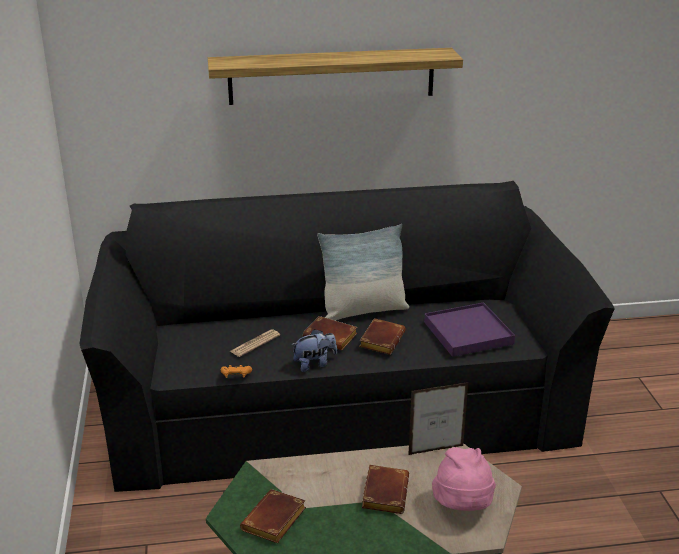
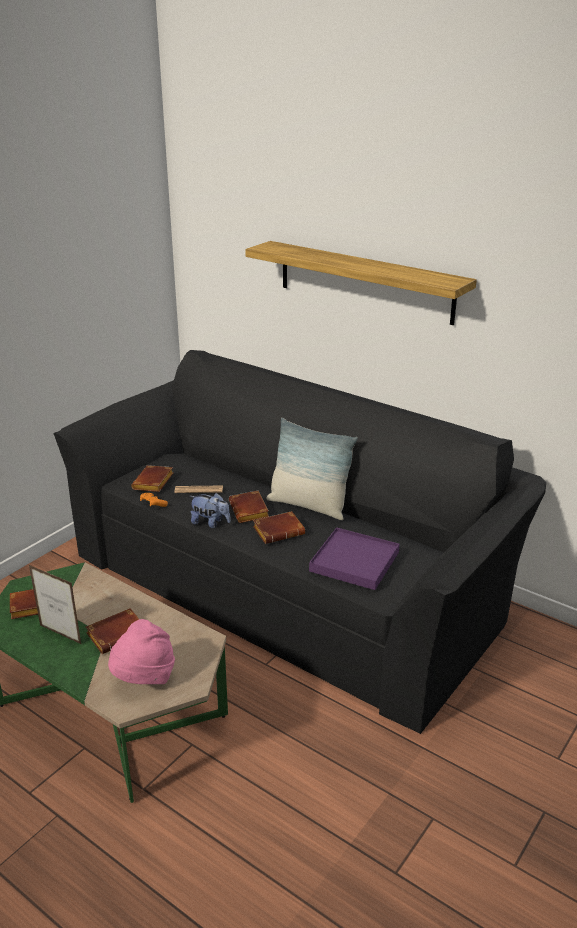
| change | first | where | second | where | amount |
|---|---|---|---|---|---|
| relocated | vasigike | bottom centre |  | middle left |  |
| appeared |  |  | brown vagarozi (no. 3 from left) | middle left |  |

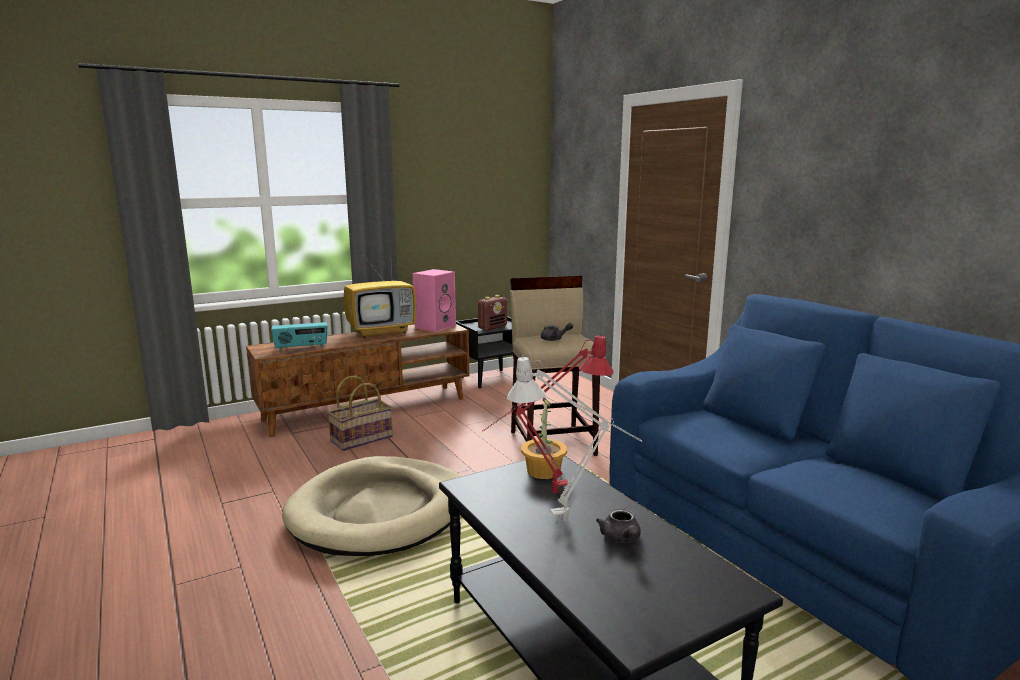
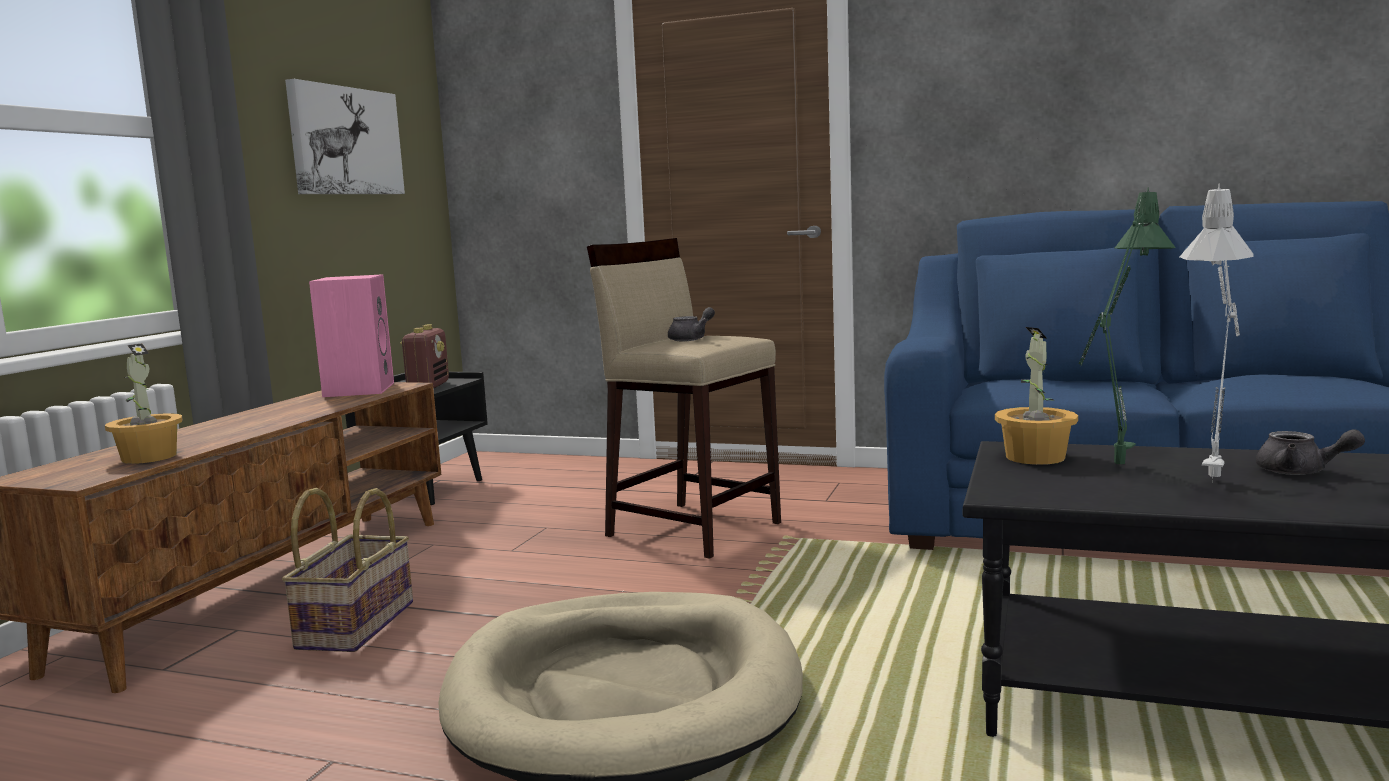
| change | first | where | second | where | amount |
|---|---|---|---|---|---|
| missing | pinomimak | centre |  |  |  |
| exchanged | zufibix (no. 1 from left) | middle left | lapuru (no. 1 from left) | middle left |  |
| colour | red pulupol | centre | green pulupol | middle right |  |
| appeared |  |  | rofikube | top left |  |

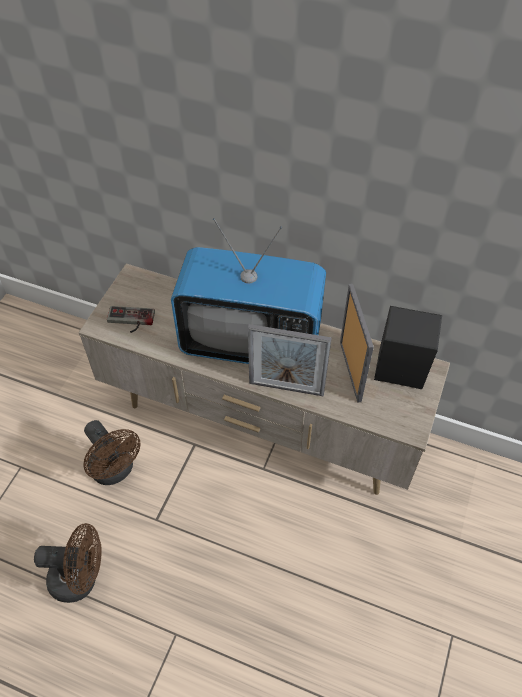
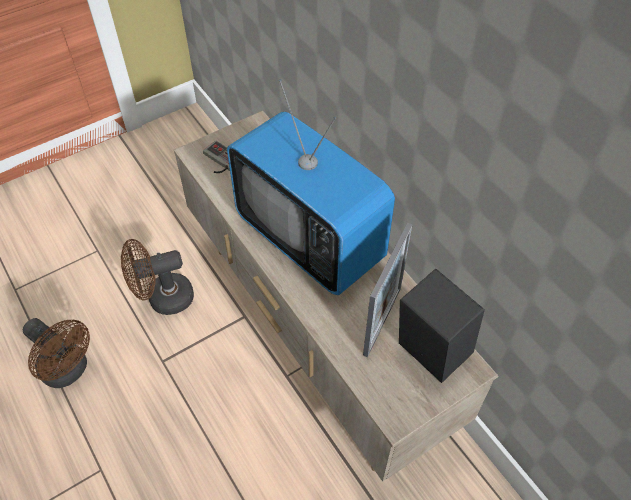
| change | first | where | second | where | amount |
|---|---|---|---|---|---|
| missing | vasigike (no. 1 from left) | centre |  |  |  |
| spun | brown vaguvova (no. 2 from left) | middle left |  | middle left | 75 degrees clockwise |

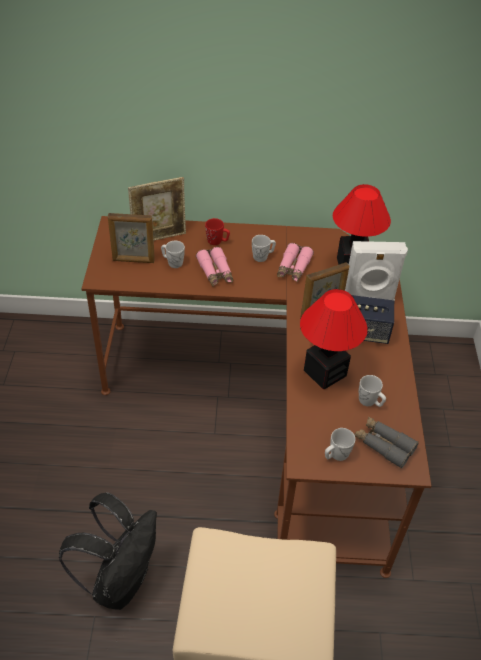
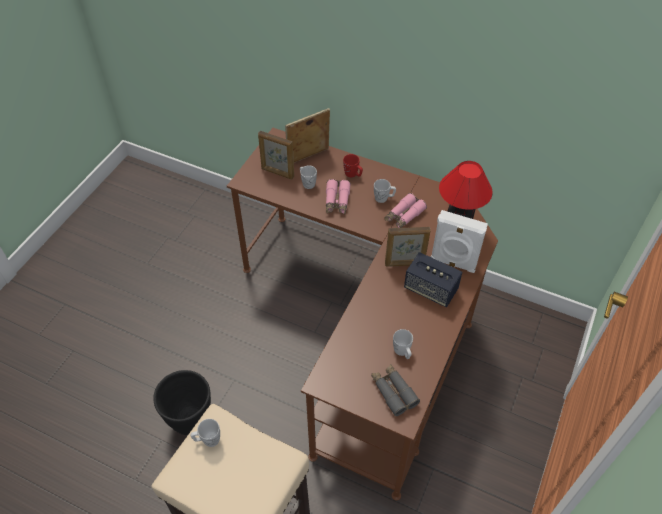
| change | first | where | second | where | amount |
|---|---|---|---|---|---|
| spun | vasigike (no. 2 from left) | top left |  | top centre | 150 degrees clockwise |
| missing | pulupol (no. 1 from left) | middle right |  |  |  |
| relocated | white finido (no. 3 from left in the first image) | bottom right | white finido (no. 1 from left) | bottom left |  |
| exchanged | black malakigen | bottom left | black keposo | bottom left |  |

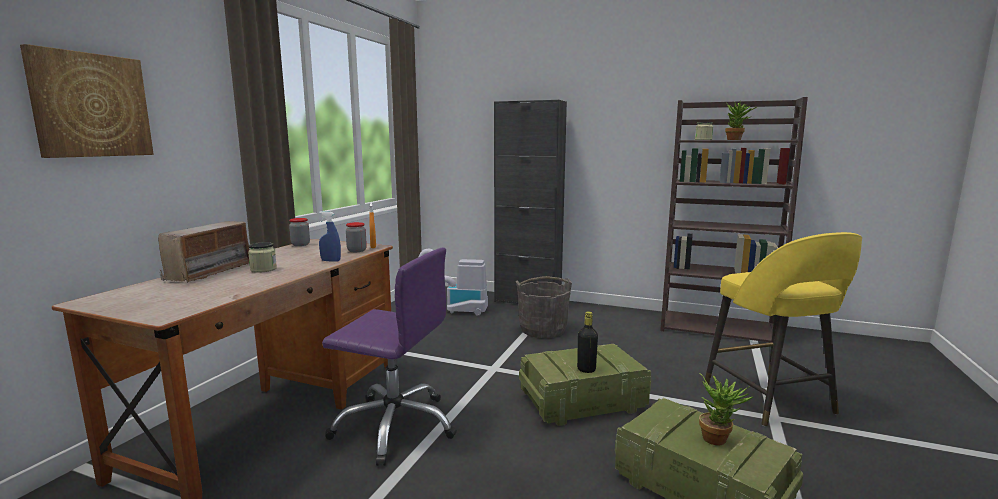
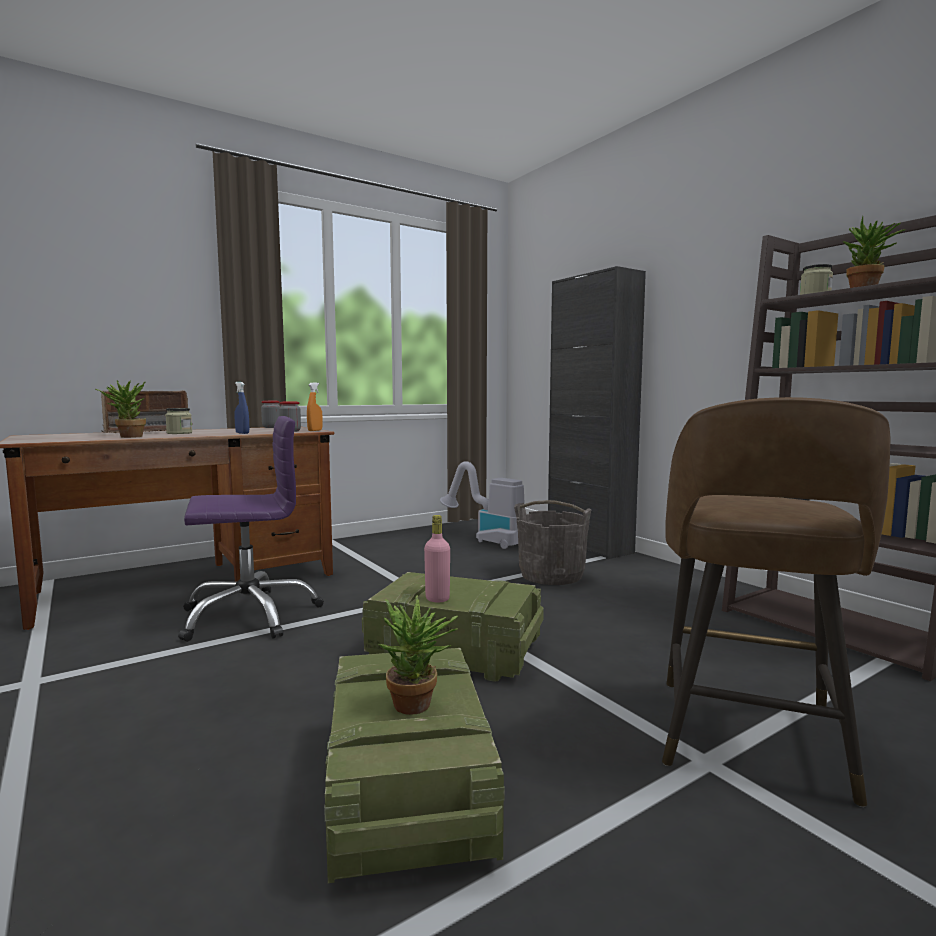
| change | first | where | second | where | amount |
|---|---|---|---|---|---|
| missing | rofikube | top left |  |  |  |
| colour | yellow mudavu | middle right | brown mudavu | middle right |  |
| spun | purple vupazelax | bottom centre |  | middle left | 75 degrees counterclockwise |
| colour | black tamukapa | bottom centre | pink tamukapa | centre |  |
| appeared |  |  | lapuru (no. 1 from left) | middle left |  |

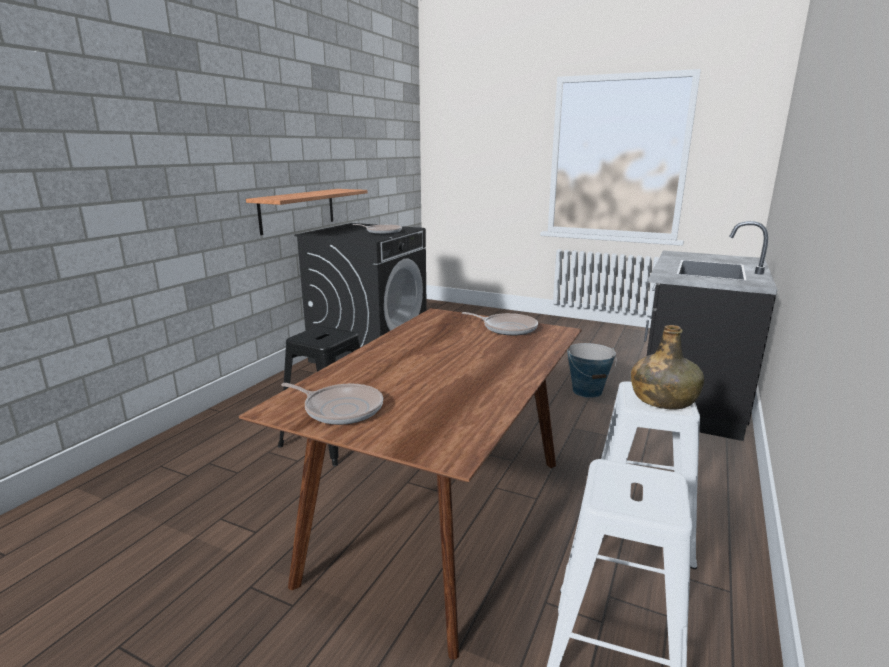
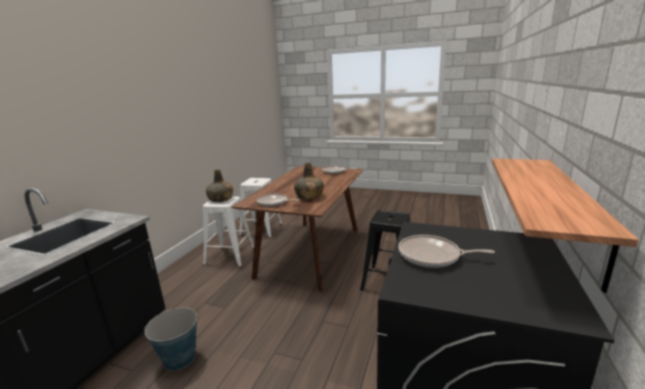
| change | first | where | second | where | amount |
|---|---|---|---|---|---|
| appeared |  |  | green tamukapa (no. 2 from left) | centre |  |

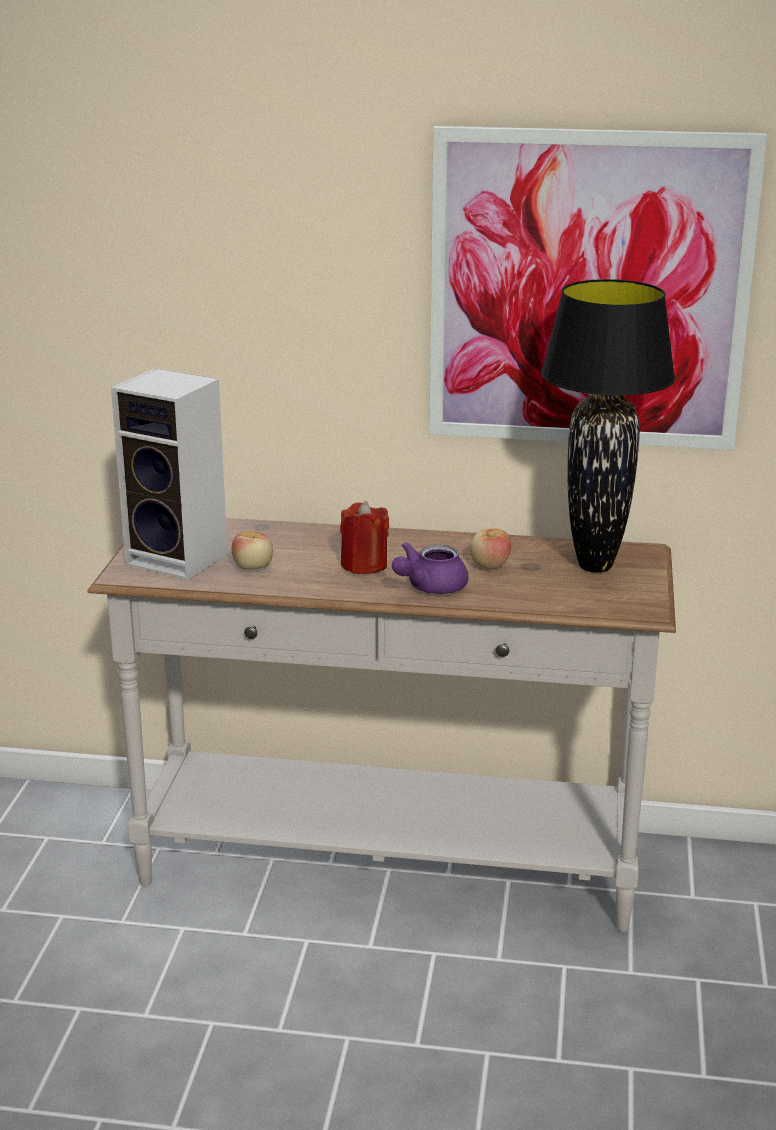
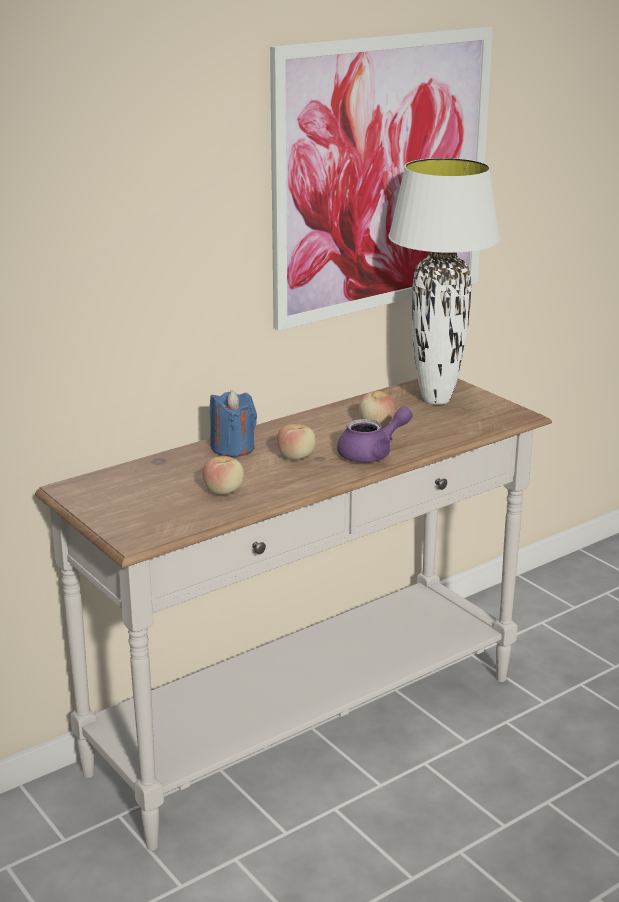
| change | first | where | second | where | amount |
|---|---|---|---|---|---|
| colour | black pulupol | middle right | white pulupol | top right |  |
| missing | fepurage | middle left |  |  |  |
| exchanged | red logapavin | centre | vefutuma (no. 2 from left) | centre |  |
| spun | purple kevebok | centre |  | centre | 120 degrees counterclockwise |
| appeared |  |  | blue logapavin | centre |  |

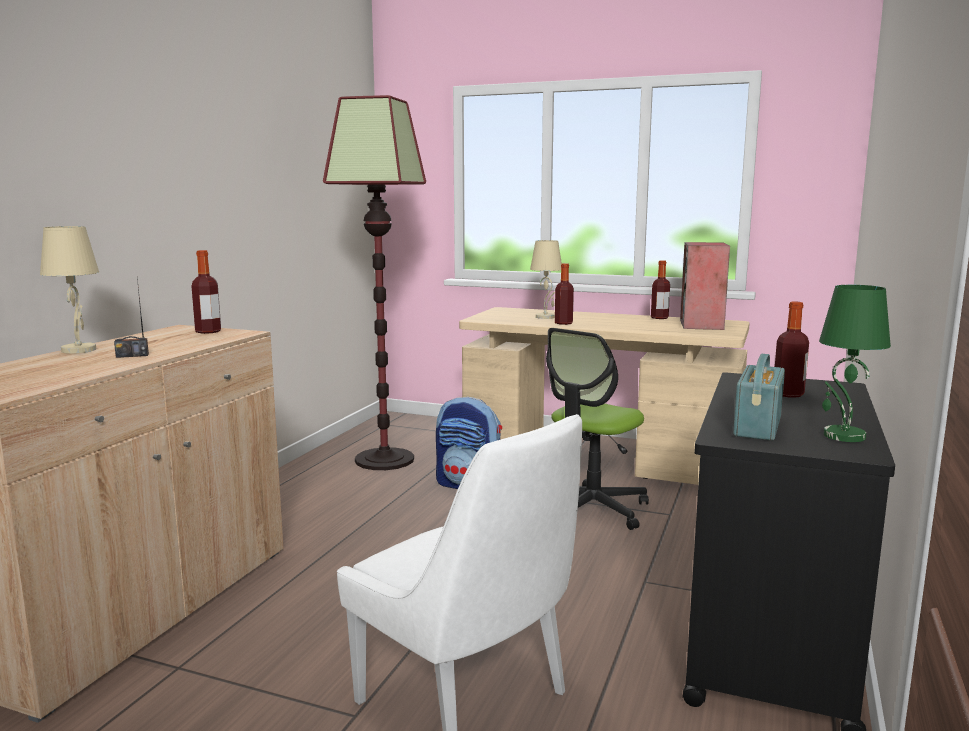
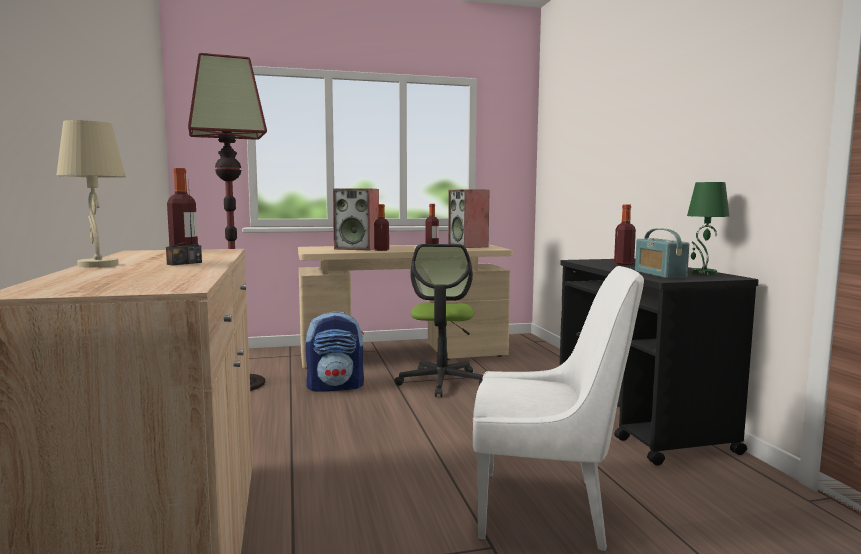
| change | first | where | second | where | amount |
|---|---|---|---|---|---|
| exchanged | beige pulupol (no. 2 from left) | centre | fepurage (no. 1 from left) | centre |  |

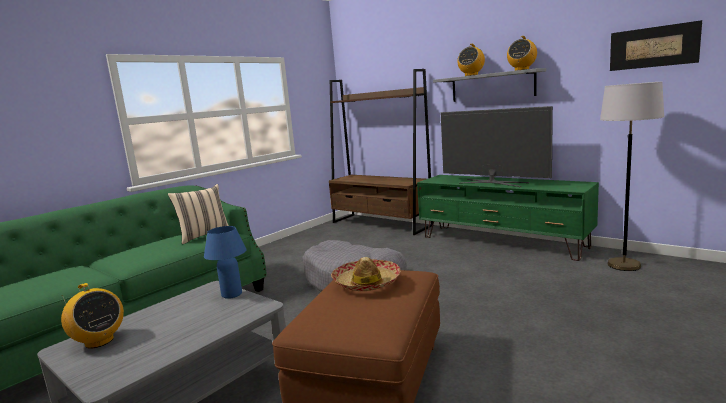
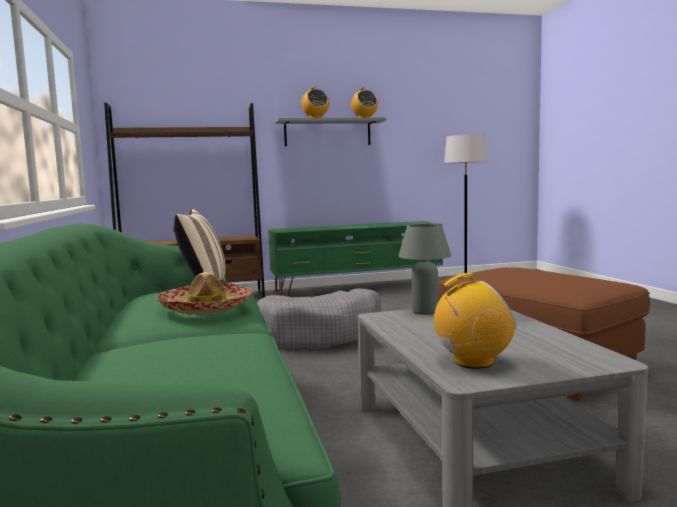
| change | first | where | second | where | amount |
|---|---|---|---|---|---|
| missing | rofikube | top right |  |  |  |
| missing | pinomimak | middle right |  |  |  |
| colour | blue pulupol | middle left | grey pulupol | centre |  |
| relocated | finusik | bottom centre |  | middle left |  |

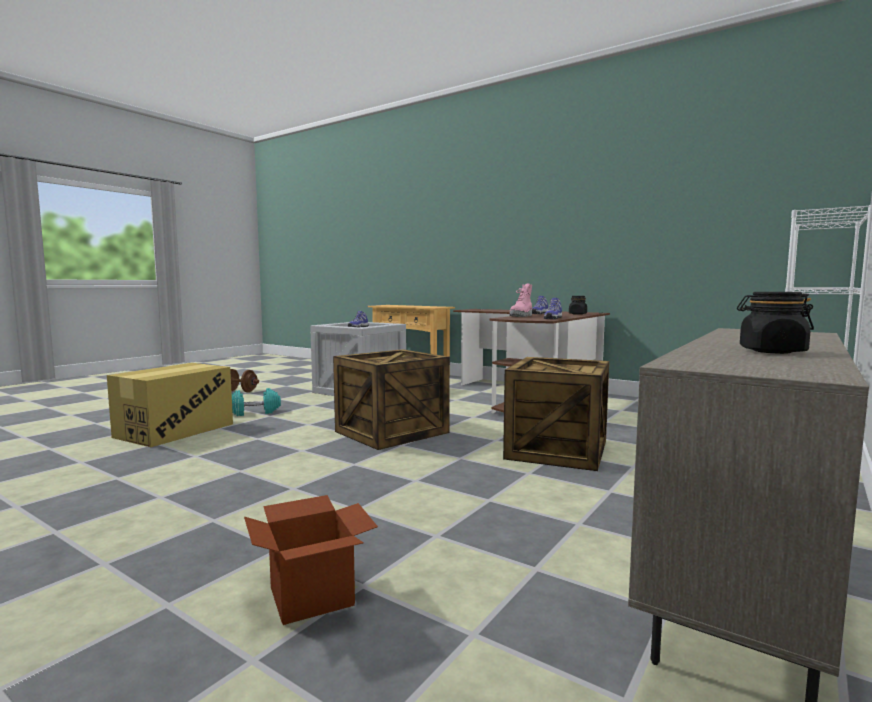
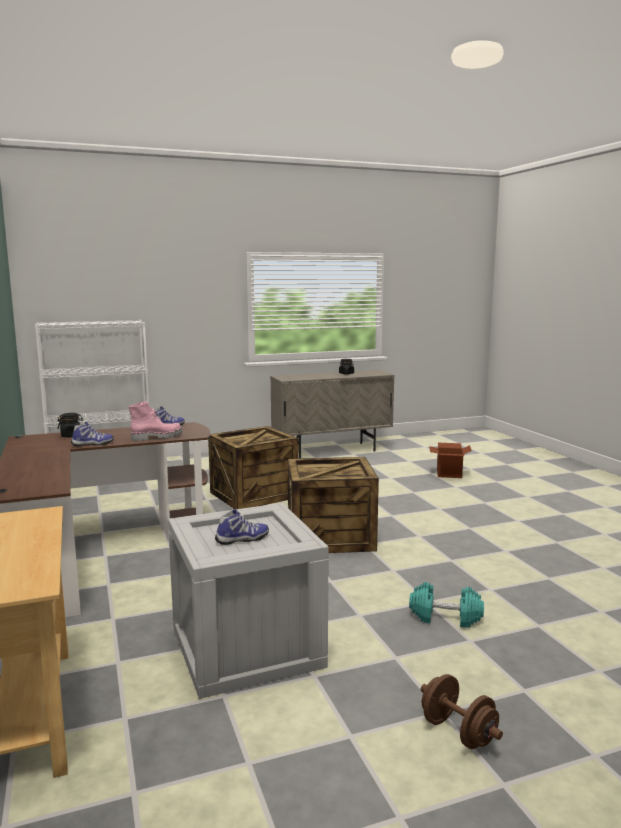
| change | first | where | second | where | amount |
|---|---|---|---|---|---|
| missing | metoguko (no. 1 from left) | middle left |  |  |  |

